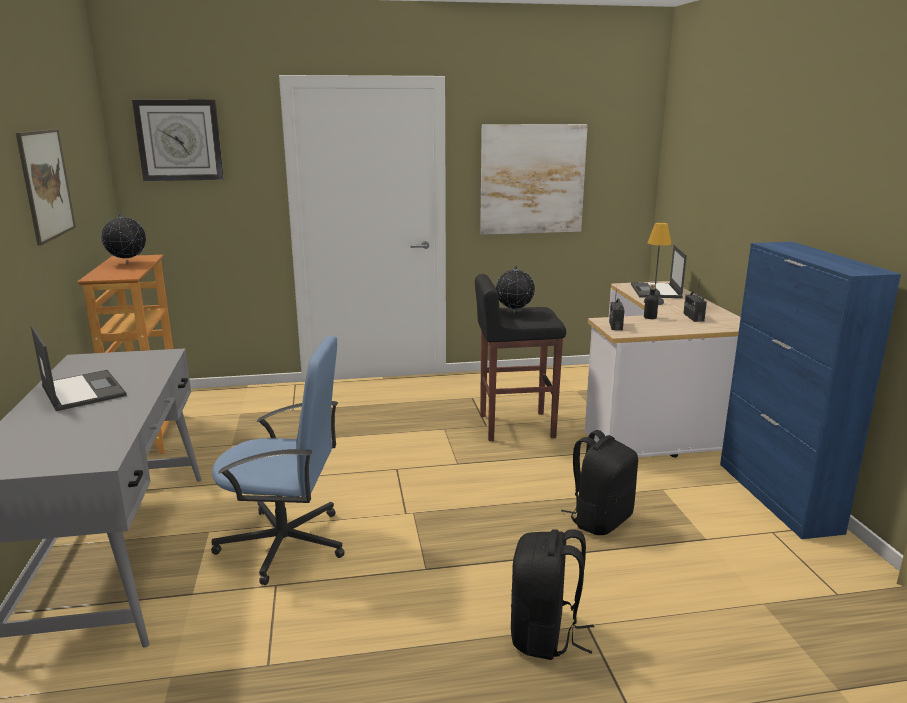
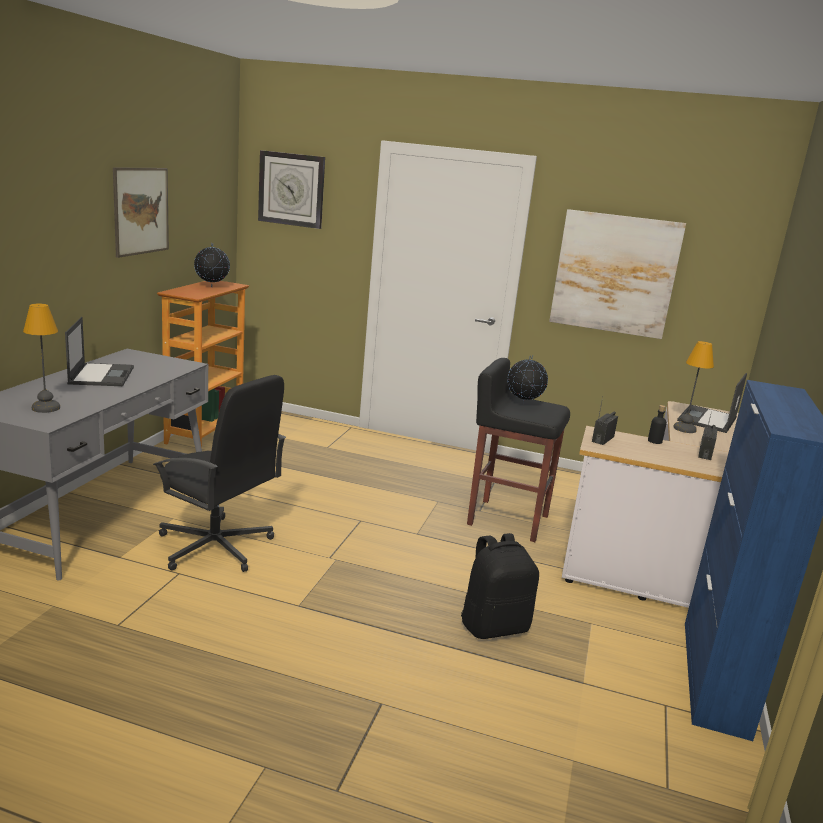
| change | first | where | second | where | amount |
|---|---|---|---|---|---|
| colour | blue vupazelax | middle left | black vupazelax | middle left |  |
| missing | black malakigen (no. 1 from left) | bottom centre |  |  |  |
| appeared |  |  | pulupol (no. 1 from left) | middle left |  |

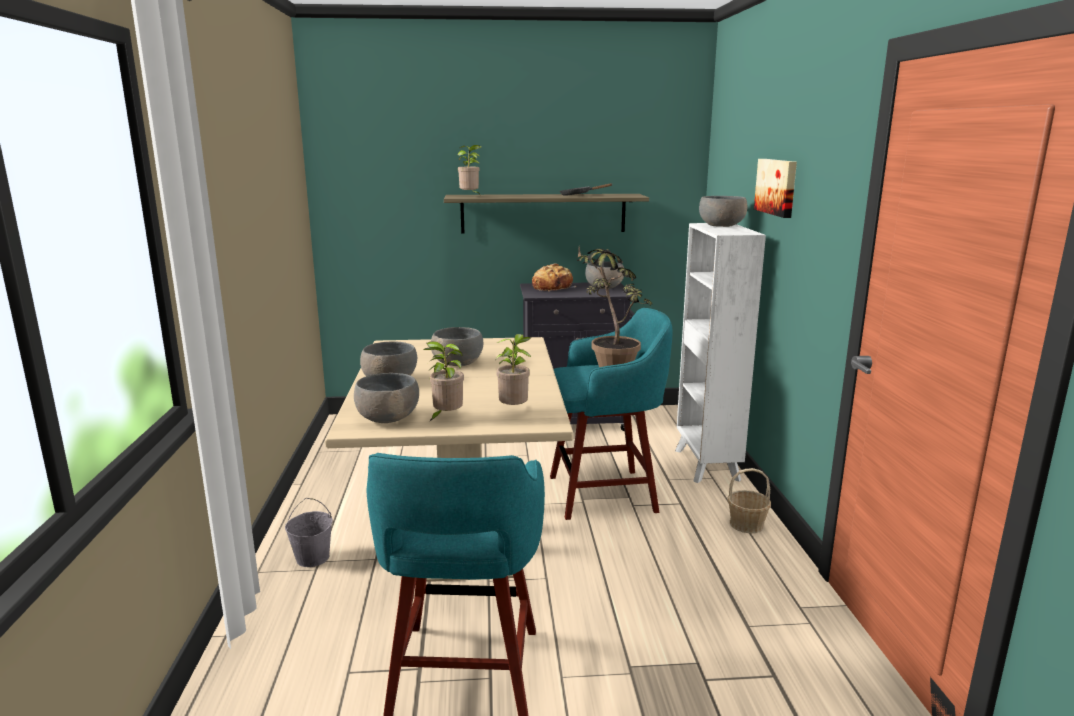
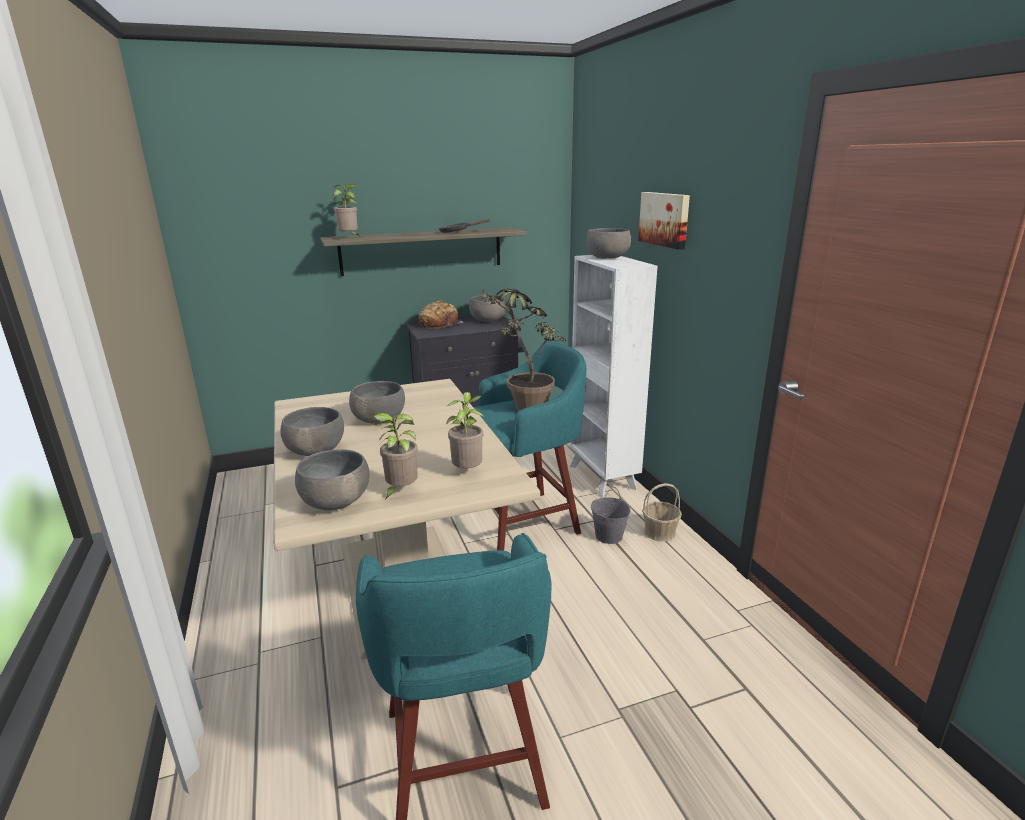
| change | first | where | second | where | amount |
|---|---|---|---|---|---|
| relocated | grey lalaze | bottom left |  | centre |  |

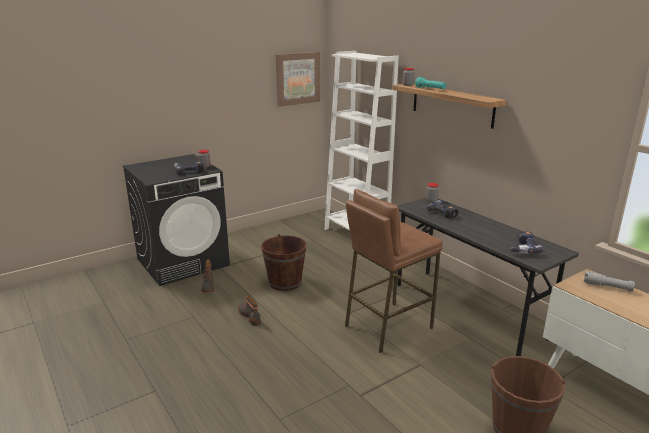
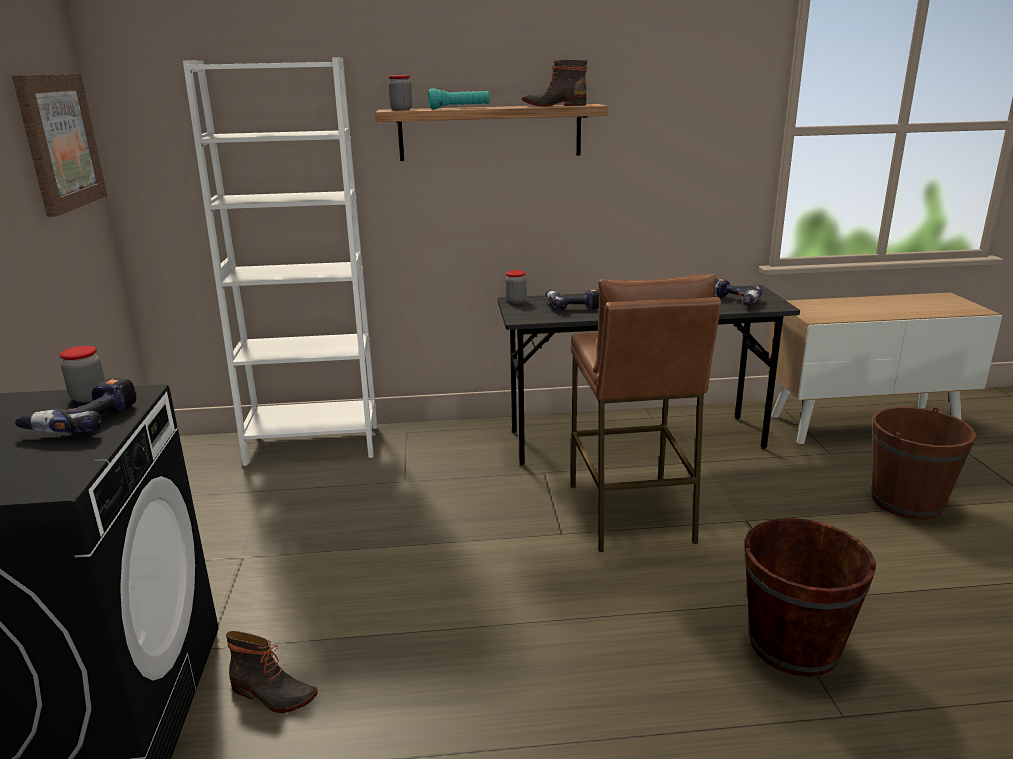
| change | first | where | second | where | amount |
|---|---|---|---|---|---|
| relocated | brown lalaze (no. 1 from left) | centre |  | bottom right |  |
| missing | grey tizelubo | middle right |  |  |  |
| relocated | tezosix (no. 2 from left) | bottom centre |  | top centre |  |

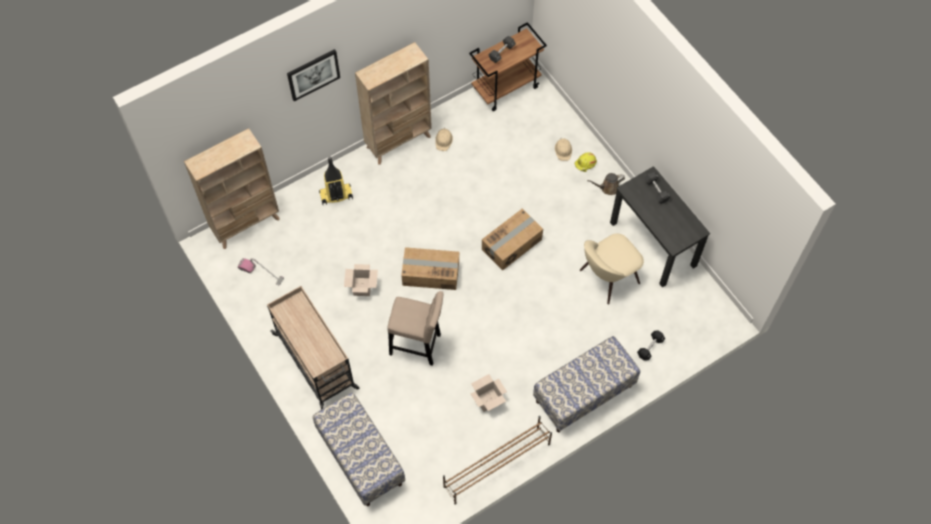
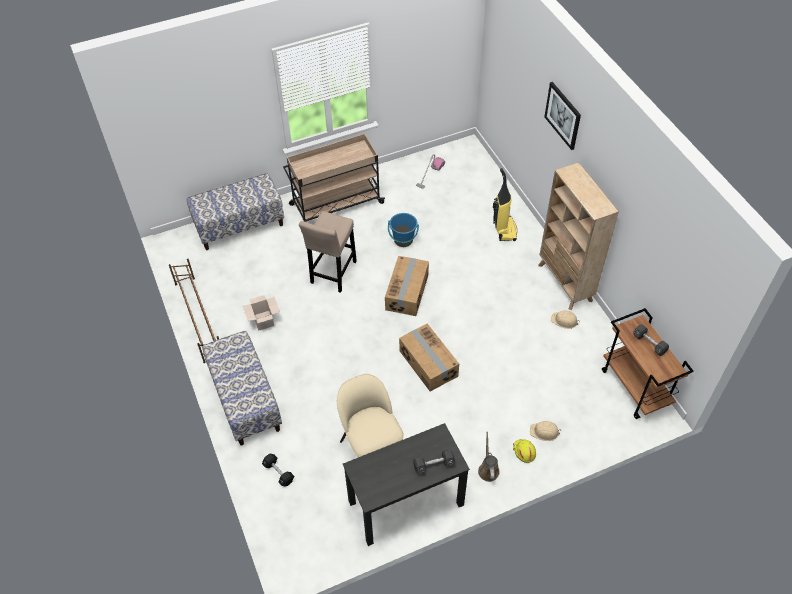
| change | first | where | second | where | amount |
|---|---|---|---|---|---|
| missing | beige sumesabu (no. 1 from left) | middle left |  |  |  |
| exchanged | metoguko (no. 1 from left) | centre | blue lalaze | centre |  |

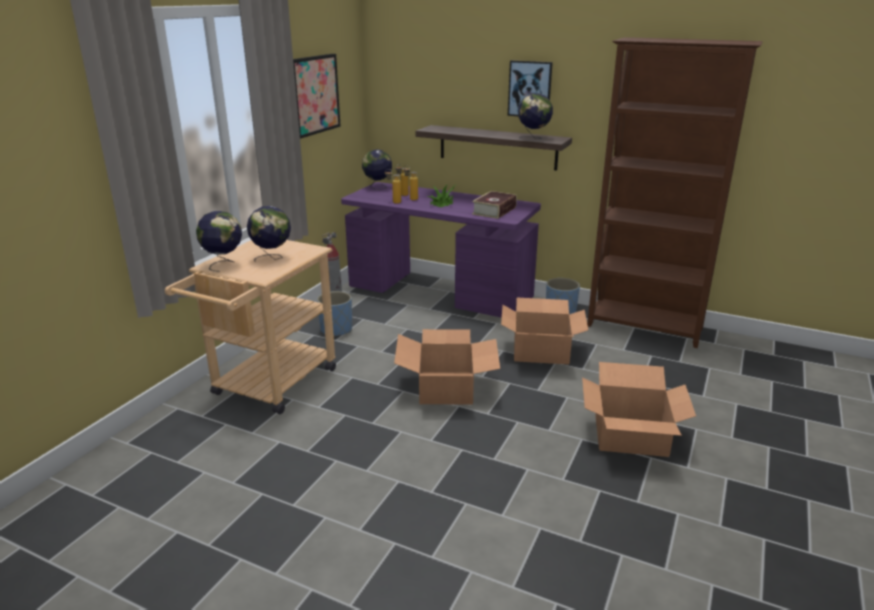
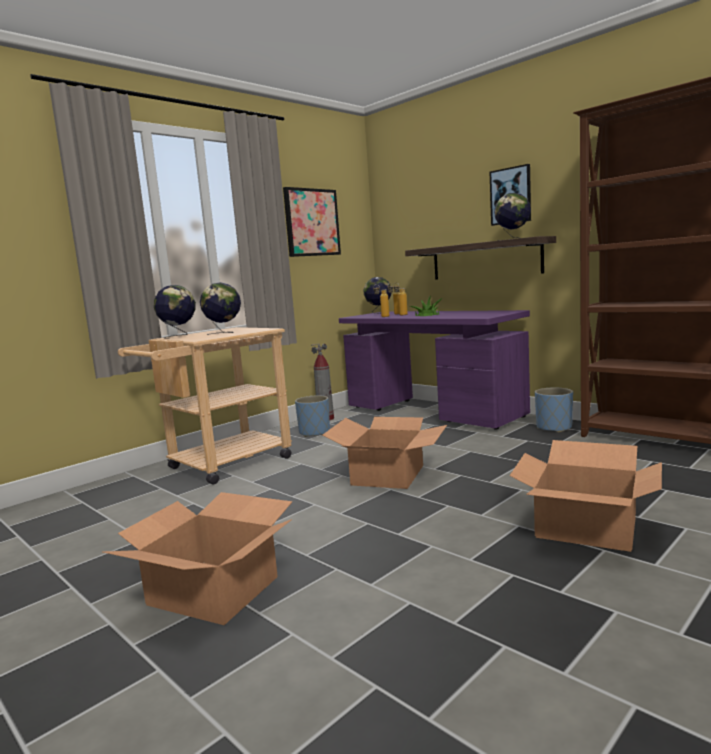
| change | first | where | second | where | amount |
|---|---|---|---|---|---|
| missing | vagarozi | centre |  |  |  |
| relocated | metoguko (no. 2 from left in the first image) | centre | metoguko (no. 1 from left) | bottom left |  |

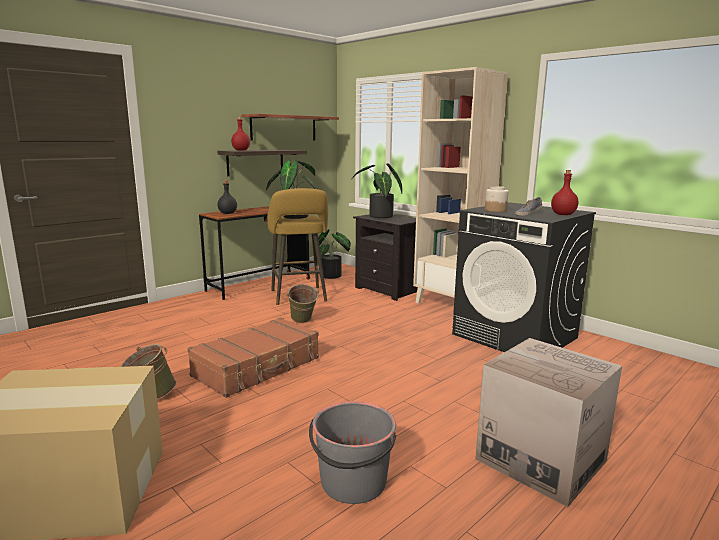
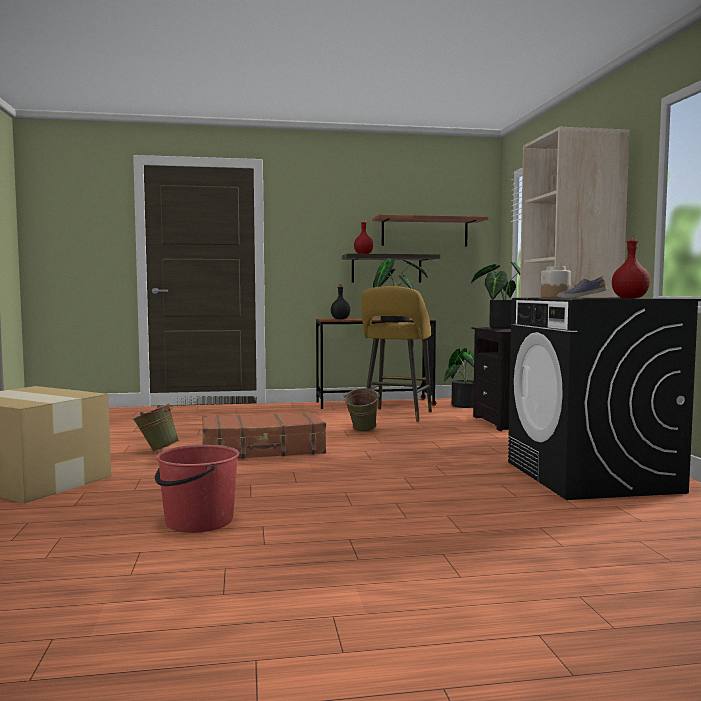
| change | first | where | second | where | amount |
|---|---|---|---|---|---|
| missing | metoguko (no. 2 from left) | bottom right |  |  |  |
| colour | grey lalaze | bottom centre | red lalaze | bottom left |  |

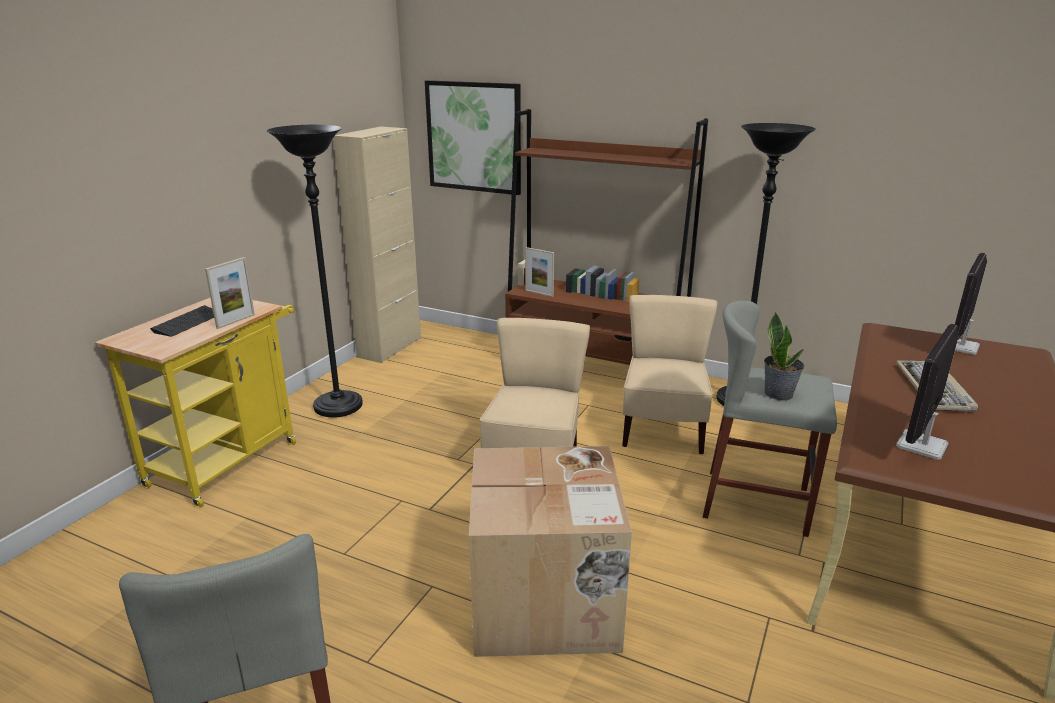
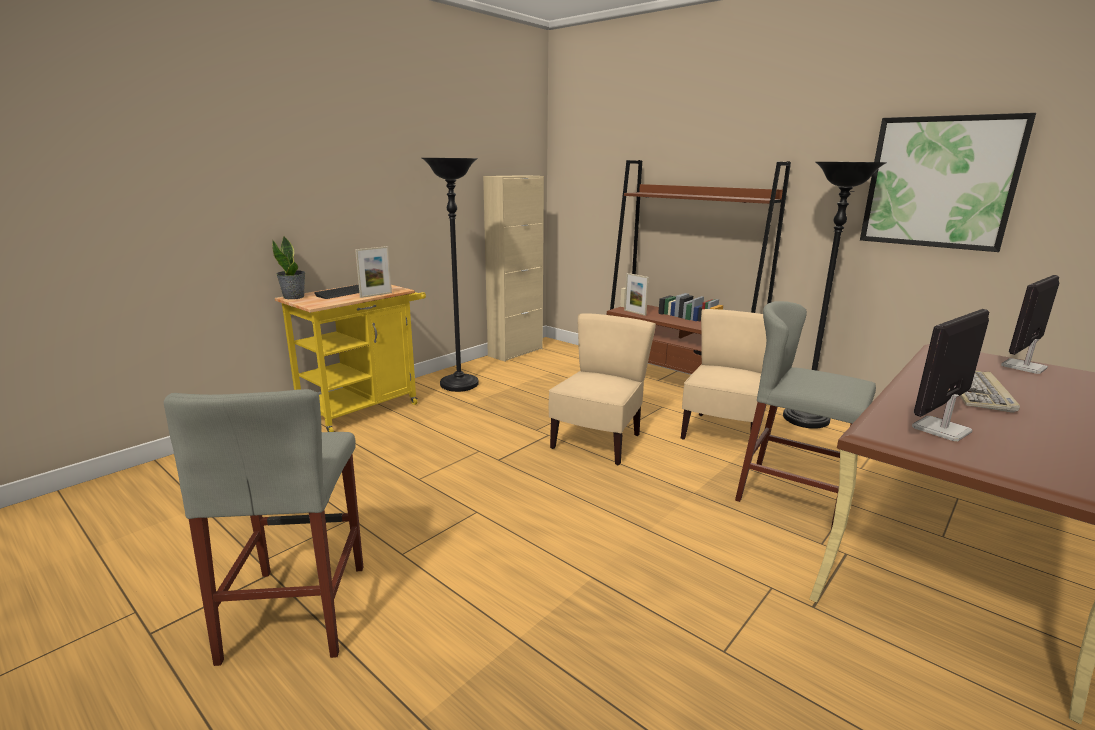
| change | first | where | second | where | amount |
|---|---|---|---|---|---|
| relocated | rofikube | top centre |  | top right |  |
| relocated | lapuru | middle right |  | middle left |  |
| missing | metoguko | bottom centre |  |  |  |

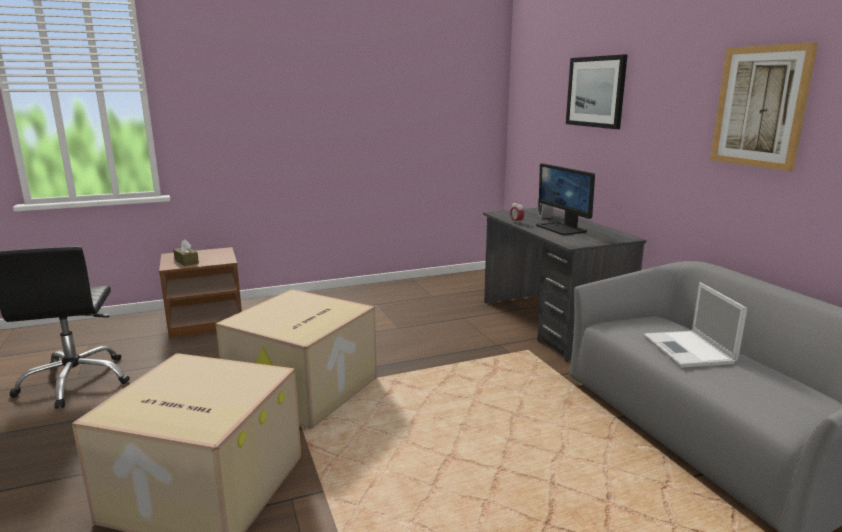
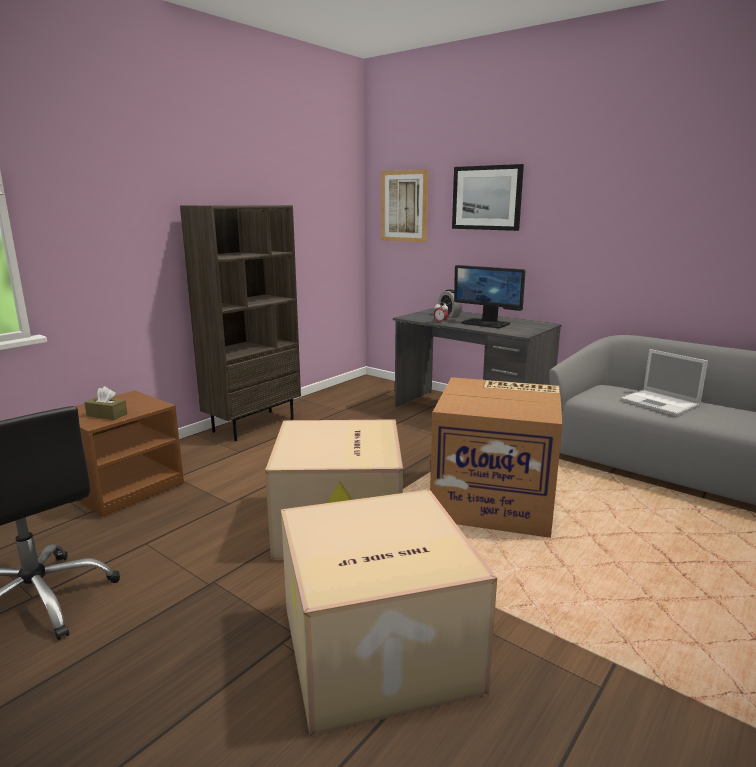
| change | first | where | second | where | amount |
|---|---|---|---|---|---|
| relocated | rofikube (no. 2 from left in the first image) | top right | rofikube (no. 1 from left) | top centre |  |
| appeared |  |  | brown sumesabu | middle left |  |
| appeared |  |  | metoguko (no. 3 from left) | centre |  |

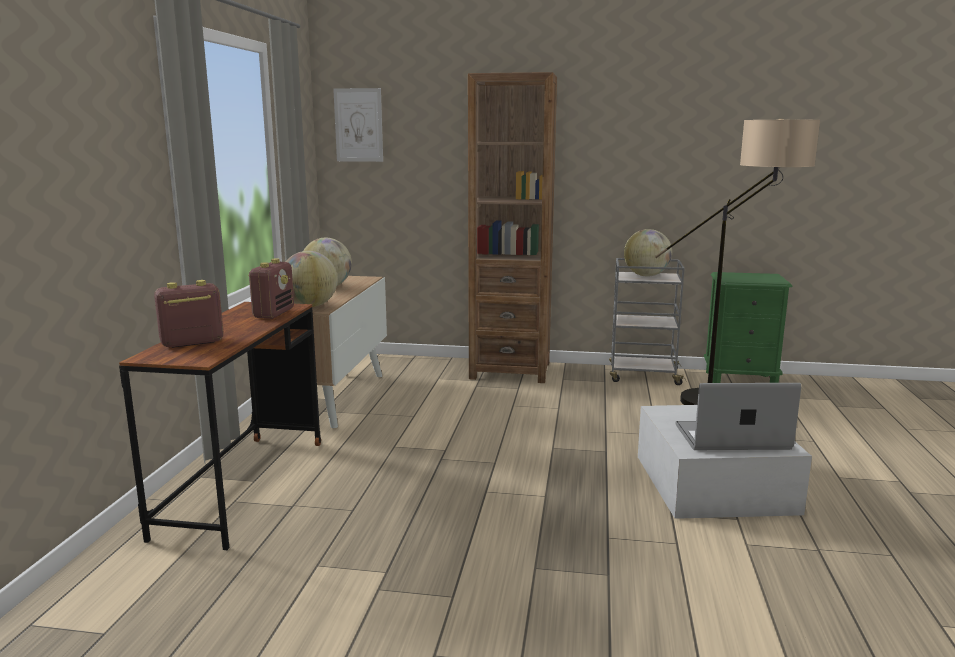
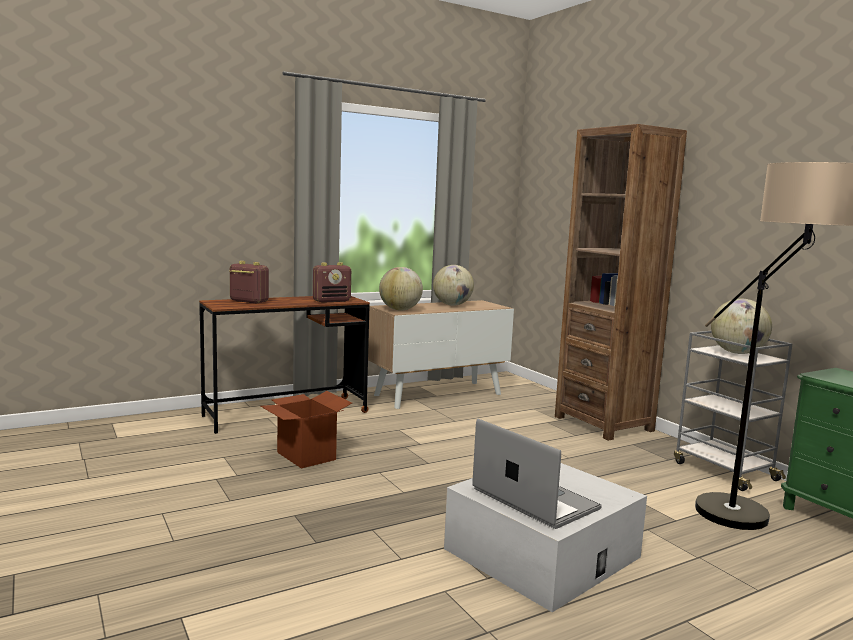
| change | first | where | second | where | amount |
|---|---|---|---|---|---|
| missing | rofikube | top centre |  |  |  |
| appeared |  |  | metoguko | bottom centre |  |

